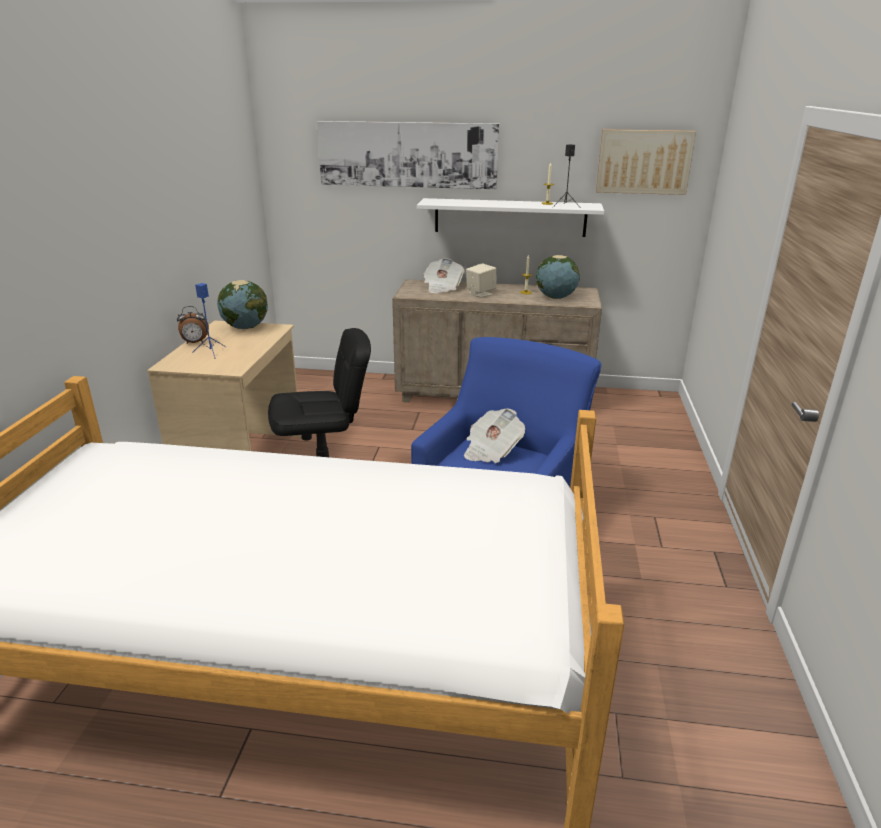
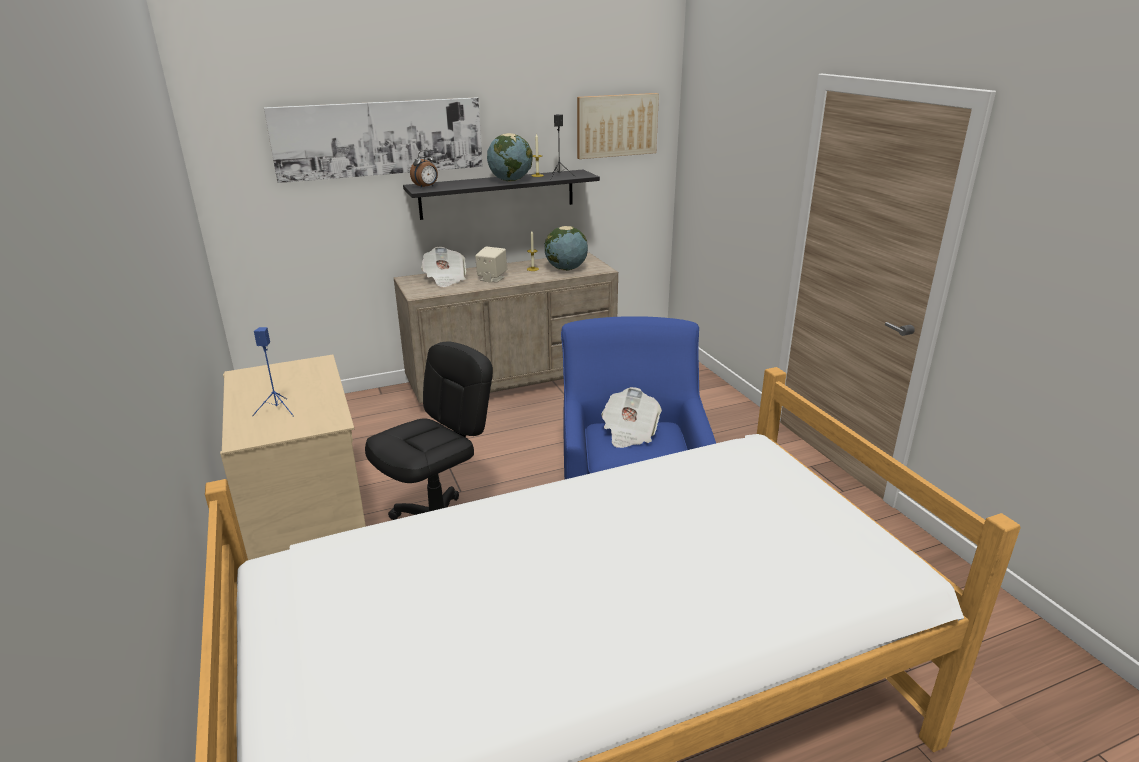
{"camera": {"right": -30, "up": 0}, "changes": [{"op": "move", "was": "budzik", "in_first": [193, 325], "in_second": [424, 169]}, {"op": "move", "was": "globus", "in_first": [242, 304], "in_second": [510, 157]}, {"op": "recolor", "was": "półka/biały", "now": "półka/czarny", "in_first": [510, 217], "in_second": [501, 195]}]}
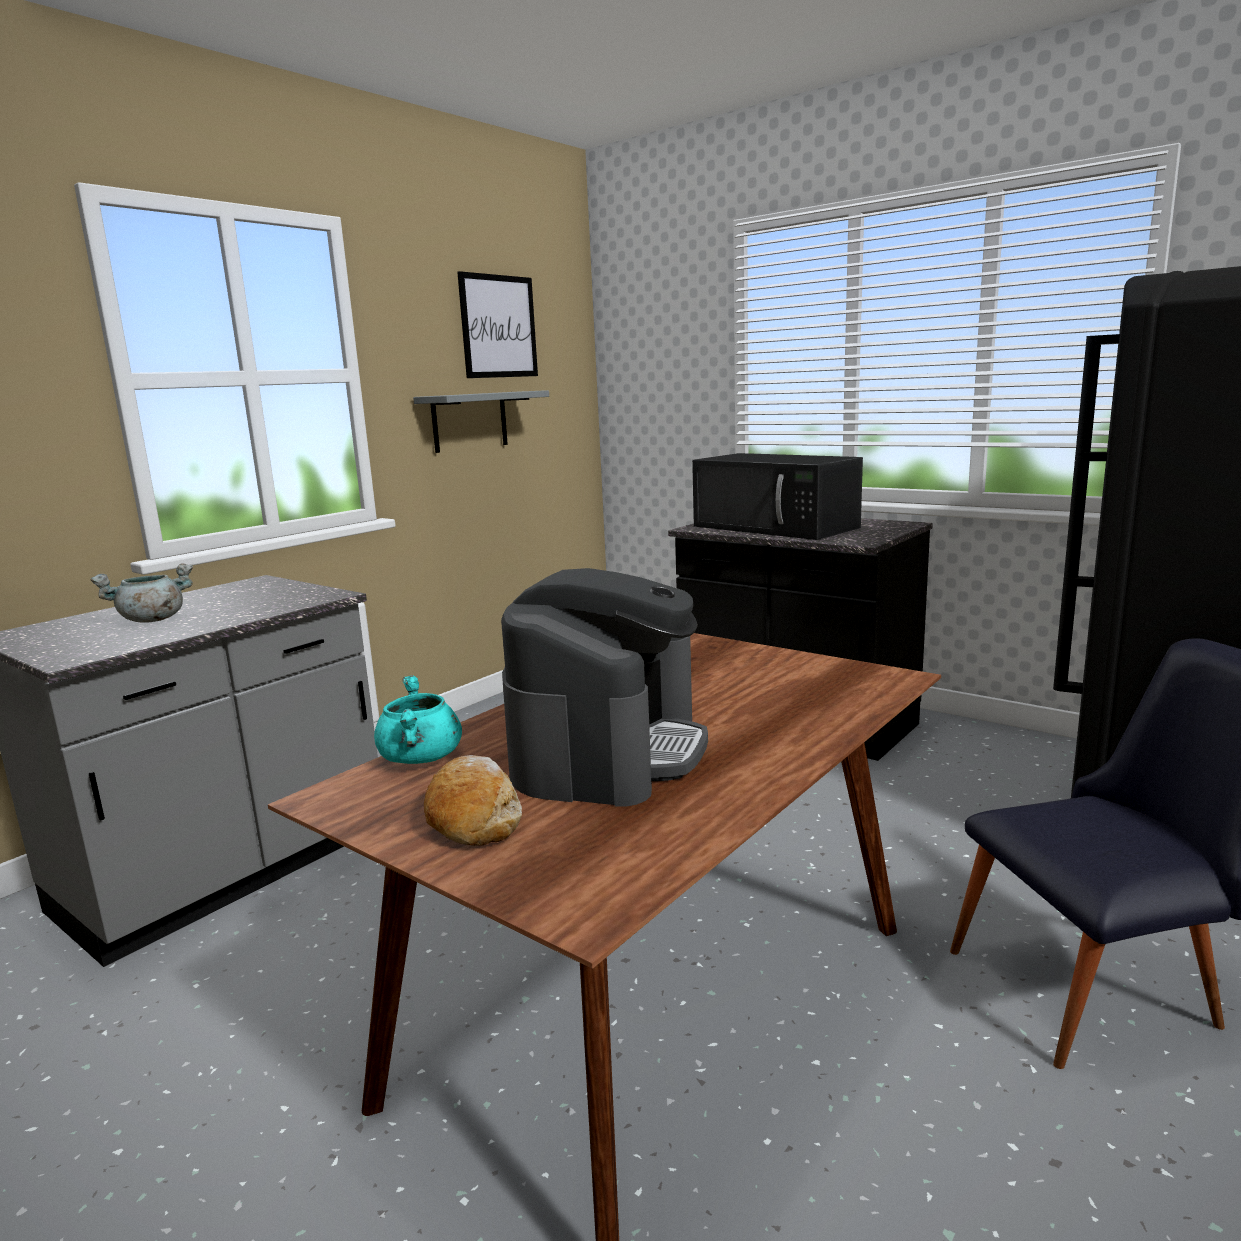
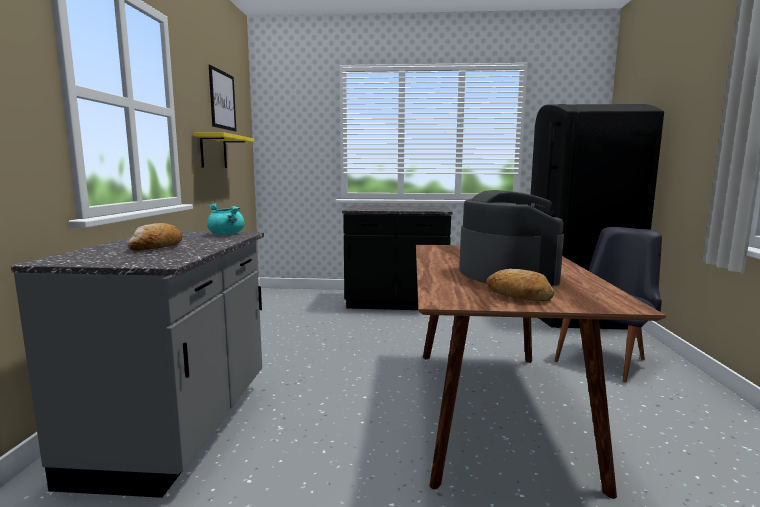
{"camera": {"right": -35, "up": -5}, "changes": [{"op": "delete", "was": "mikrofalówka/czarny", "in_first": [777, 496]}, {"op": "move", "was": "garnek/turkusowy", "in_first": [418, 719], "in_second": [225, 219]}, {"op": "replace", "was": "garnek/szary", "now": "chleb", "in_first": [142, 593], "in_second": [155, 237]}, {"op": "recolor", "was": "półka/szary", "now": "półka/żółty", "in_first": [481, 421], "in_second": [224, 150]}]}
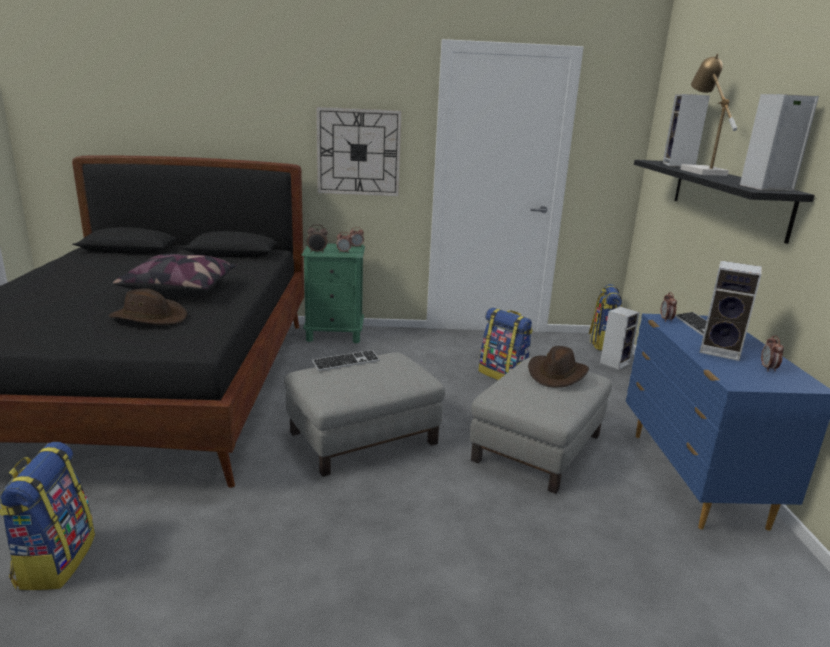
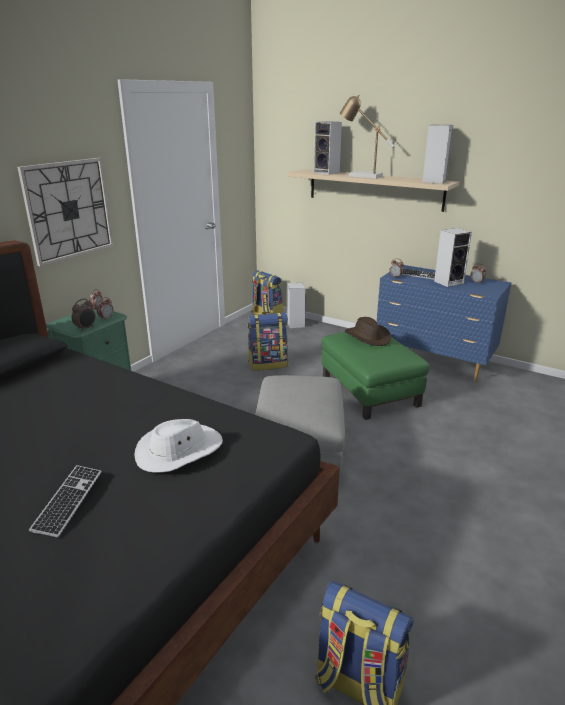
{"camera": {"right": -55, "up": 5}, "changes": [{"op": "delete", "was": "poduszka", "in_first": [175, 275]}, {"op": "move", "was": "klawiatura", "in_first": [346, 360], "in_second": [65, 501]}, {"op": "recolor", "was": "kapelusz/brązowy", "now": "kapelusz/biały", "in_first": [148, 306], "in_second": [179, 445]}, {"op": "recolor", "was": "pufa/szary", "now": "pufa/zielony", "in_first": [541, 425], "in_second": [375, 376]}, {"op": "recolor", "was": "półka/czarny", "now": "półka/beżowy", "in_first": [724, 202], "in_second": [373, 190]}]}
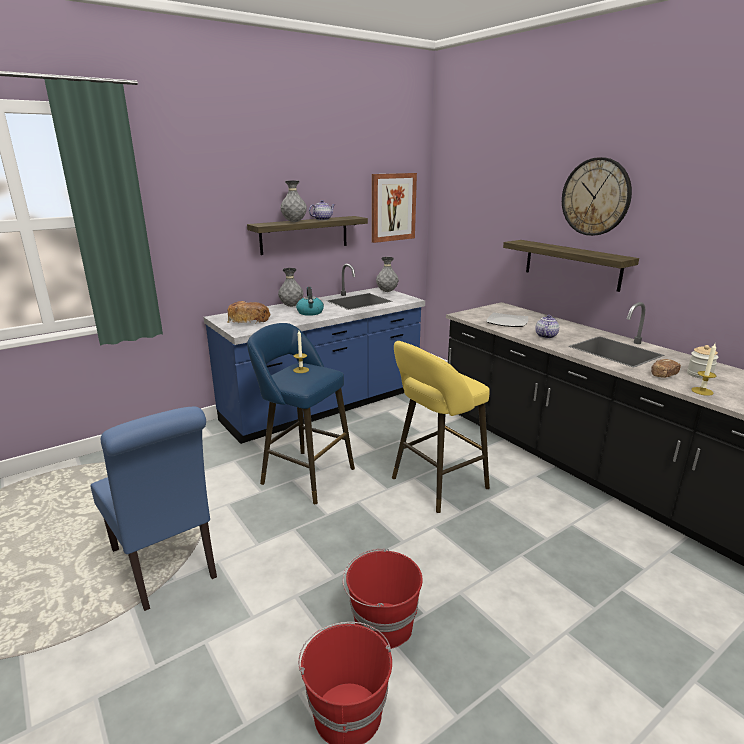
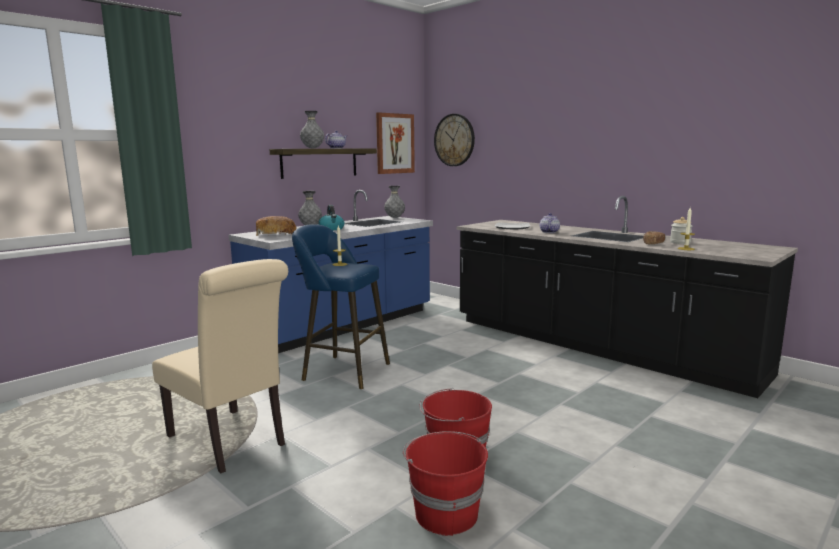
{"camera": {"right": -10, "up": -10}, "changes": [{"op": "delete", "was": "stołek/żółty", "in_first": [441, 427]}, {"op": "delete", "was": "półka", "in_first": [571, 266]}, {"op": "move", "was": "zegar ścienny", "in_first": [597, 196], "in_second": [454, 140]}, {"op": "recolor", "was": "krzesło/niebieski", "now": "krzesło/beżowy", "in_first": [153, 509], "in_second": [220, 366]}]}
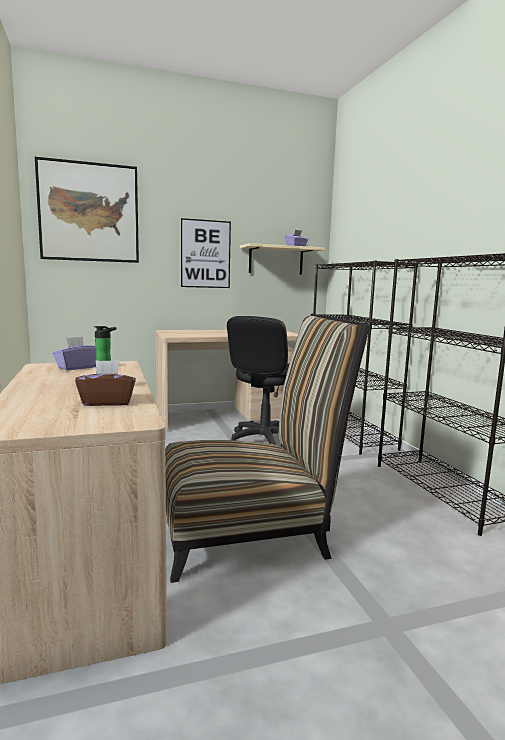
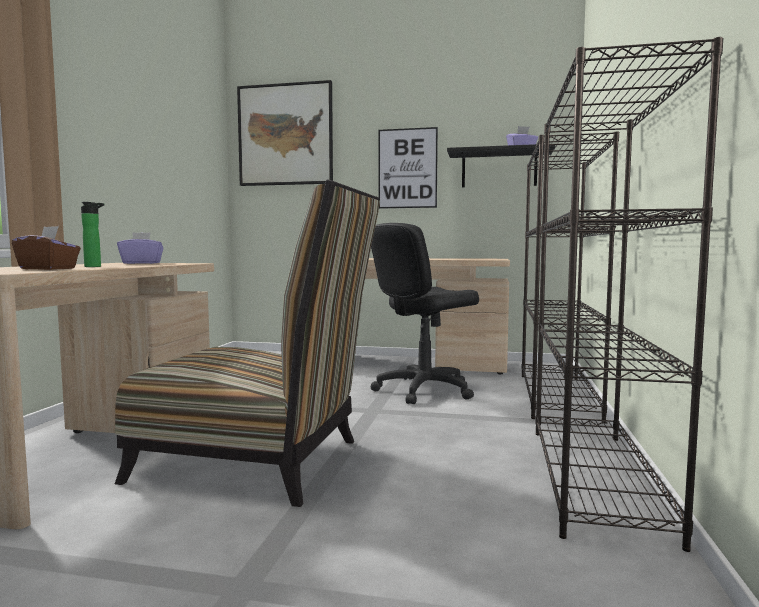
{"camera": {"right": 30, "up": -5}, "changes": [{"op": "recolor", "was": "półka/beżowy", "now": "półka/czarny", "in_first": [282, 259], "in_second": [501, 166]}]}
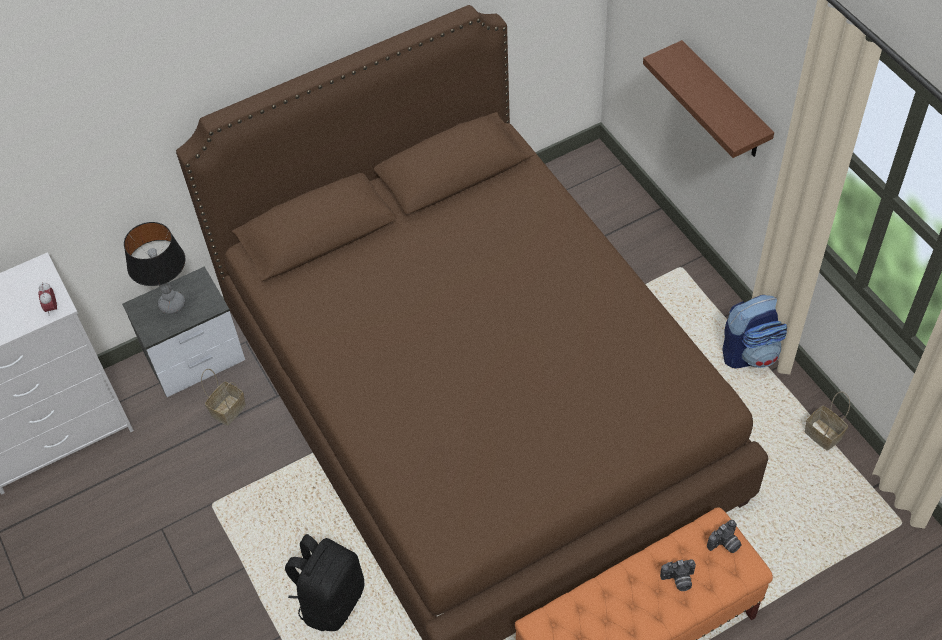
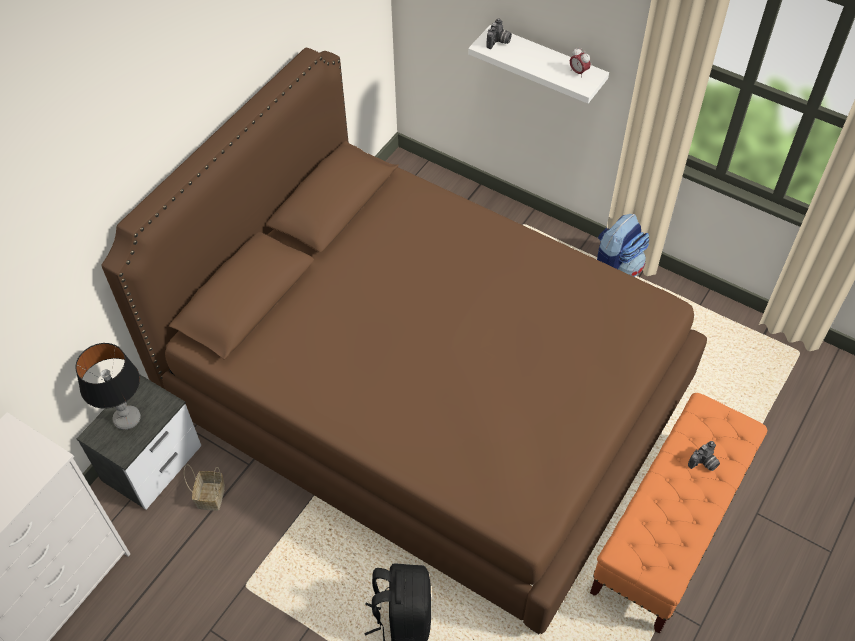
{"camera": {"right": -30, "up": 0}, "changes": [{"op": "delete", "was": "koszyk", "in_first": [827, 421]}, {"op": "move", "was": "budzik", "in_first": [48, 298], "in_second": [580, 63]}, {"op": "move", "was": "aparat fotograficzny", "in_first": [724, 536], "in_second": [499, 34]}, {"op": "recolor", "was": "półka/brązowy", "now": "półka/biały", "in_first": [708, 99], "in_second": [538, 64]}]}
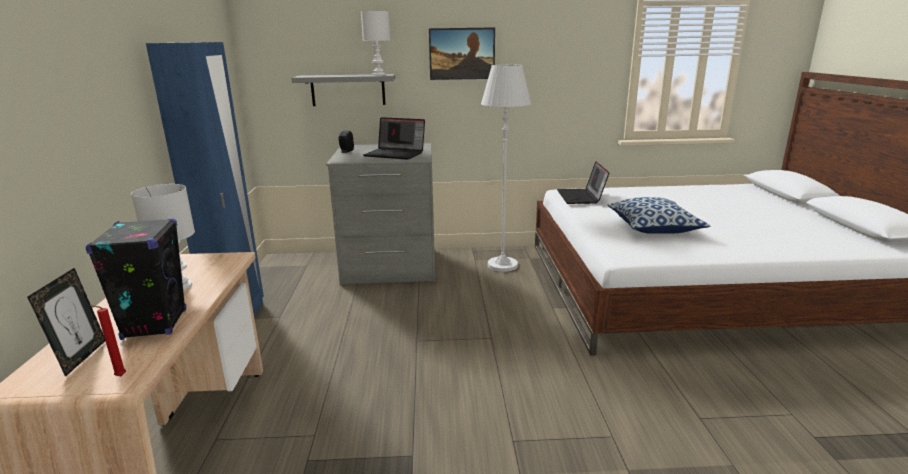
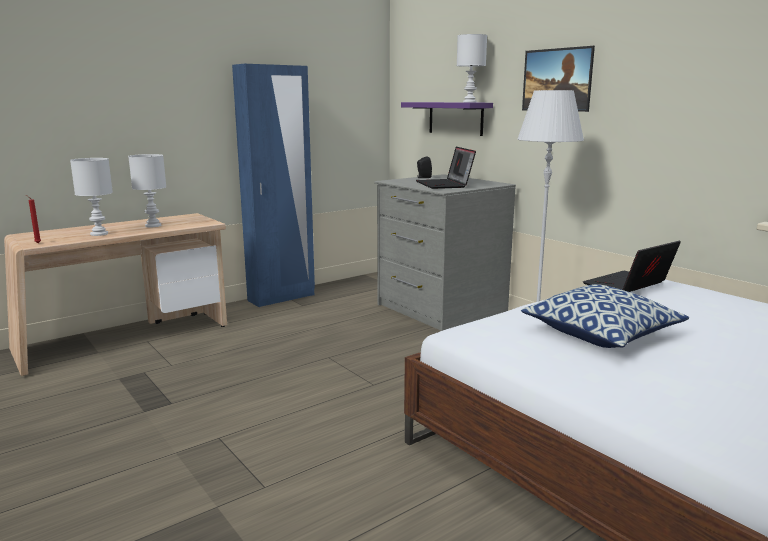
{"camera": {"right": 55, "up": -5}, "changes": [{"op": "delete", "was": "ramka na zdjęcie", "in_first": [66, 322]}, {"op": "replace", "was": "głośnik/czarny", "now": "lampa stołowa/biały", "in_first": [136, 279], "in_second": [91, 197]}, {"op": "recolor", "was": "półka/szary", "now": "półka/fioletowy", "in_first": [343, 90], "in_second": [447, 119]}]}
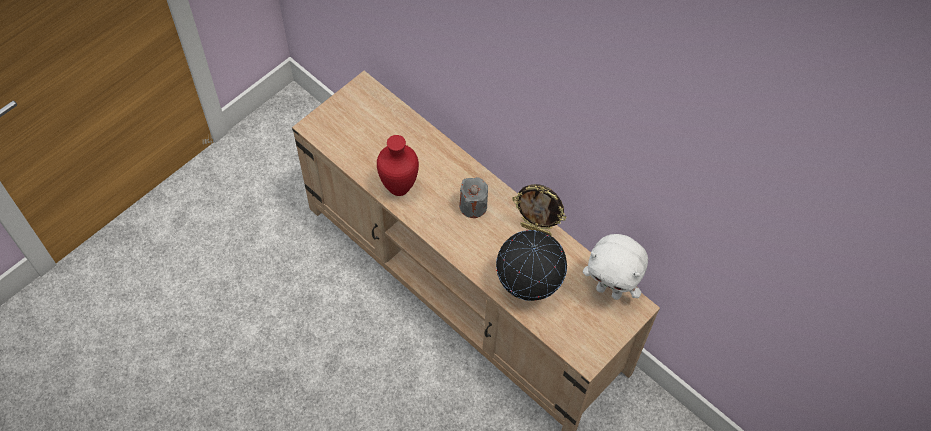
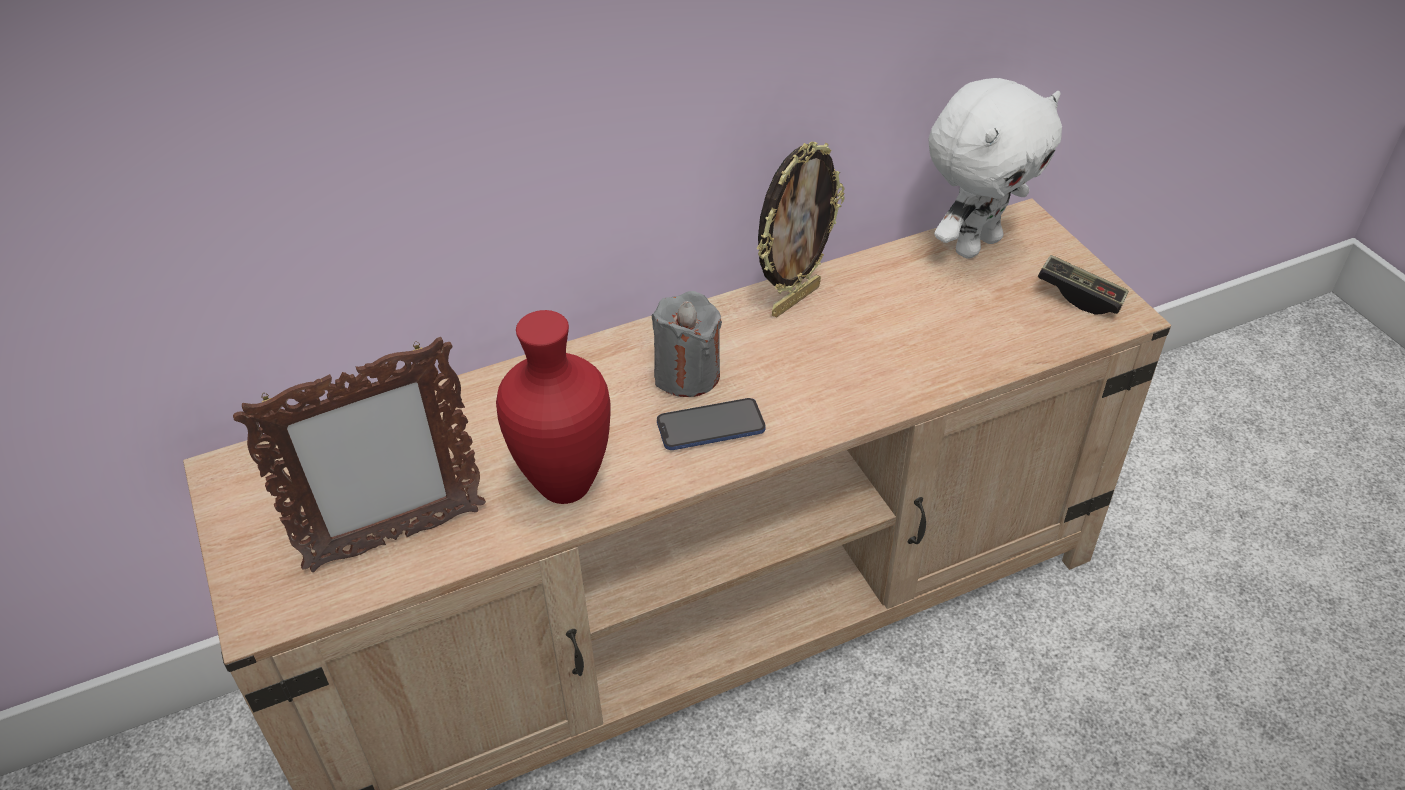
{"camera": {"right": -65, "up": -15}, "changes": [{"op": "delete", "was": "globus", "in_first": [531, 265]}, {"op": "insert", "now": "ramka na zdjęcie", "in_second": [359, 454]}, {"op": "insert", "now": "telefon", "in_second": [711, 424]}, {"op": "insert", "now": "pad do gier", "in_second": [1083, 285]}]}
